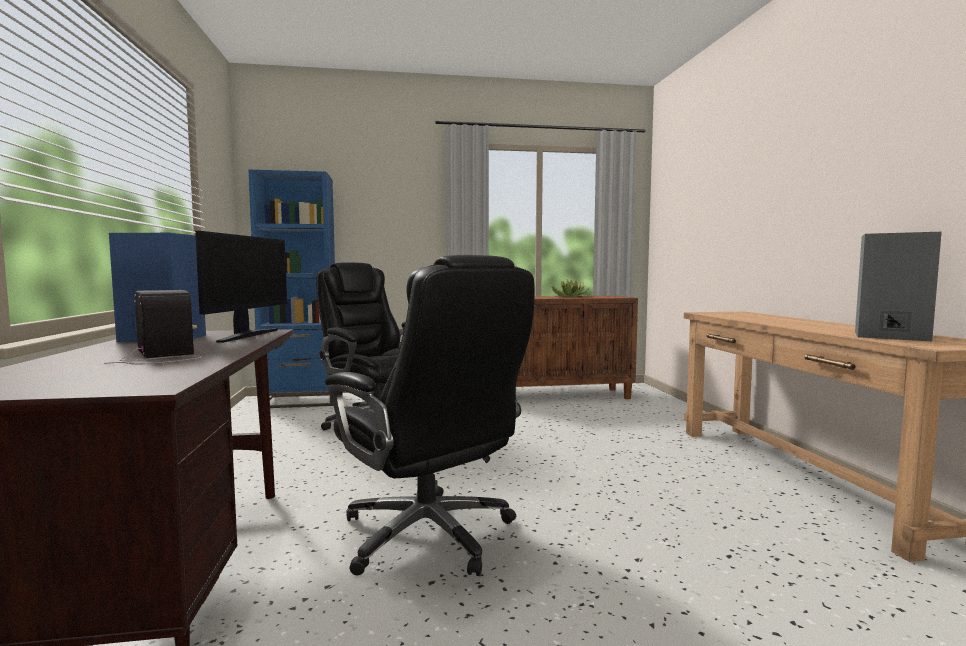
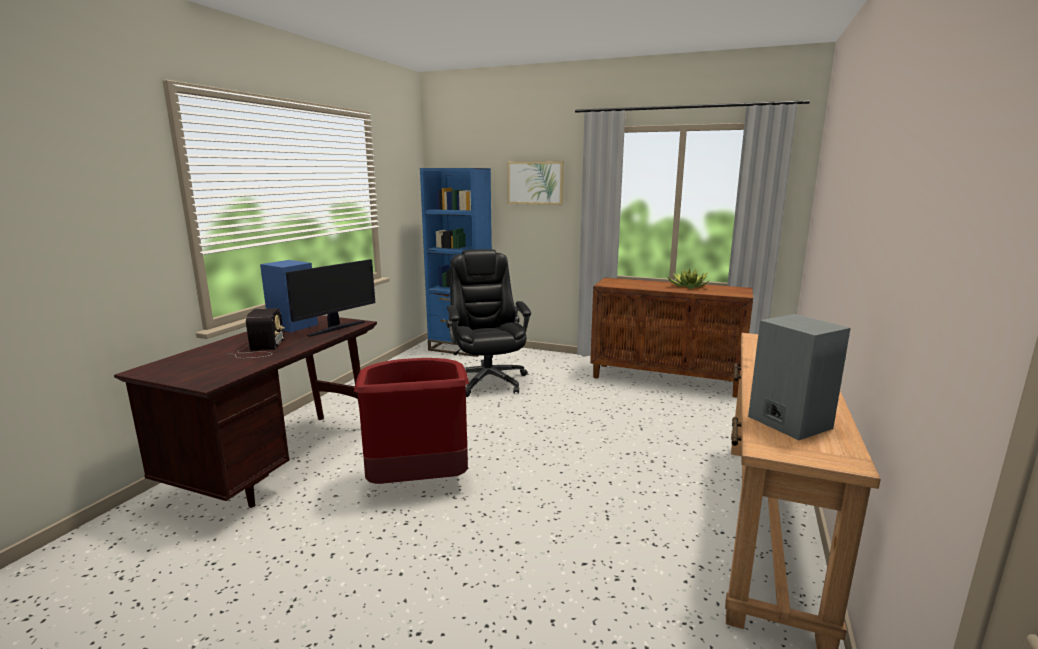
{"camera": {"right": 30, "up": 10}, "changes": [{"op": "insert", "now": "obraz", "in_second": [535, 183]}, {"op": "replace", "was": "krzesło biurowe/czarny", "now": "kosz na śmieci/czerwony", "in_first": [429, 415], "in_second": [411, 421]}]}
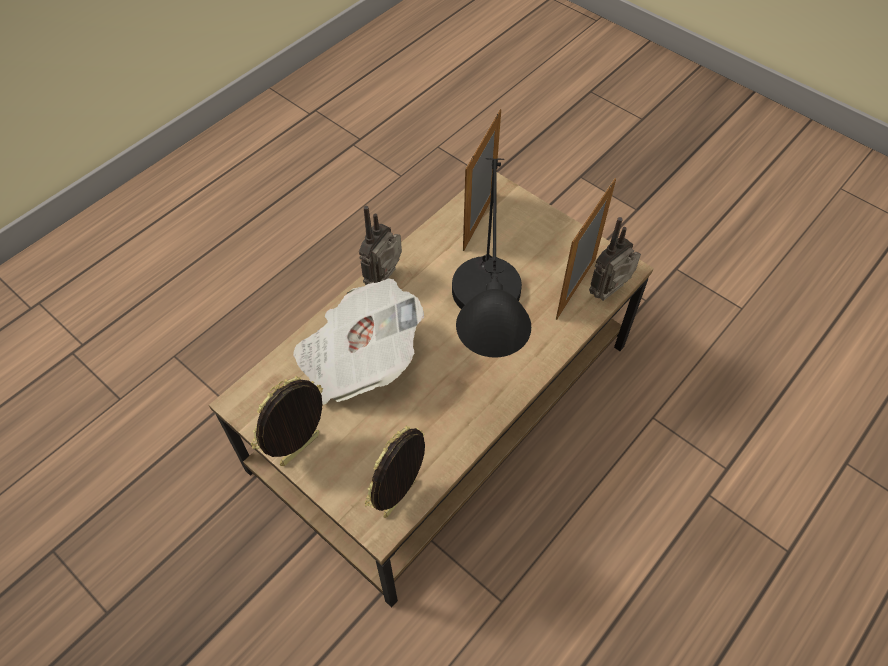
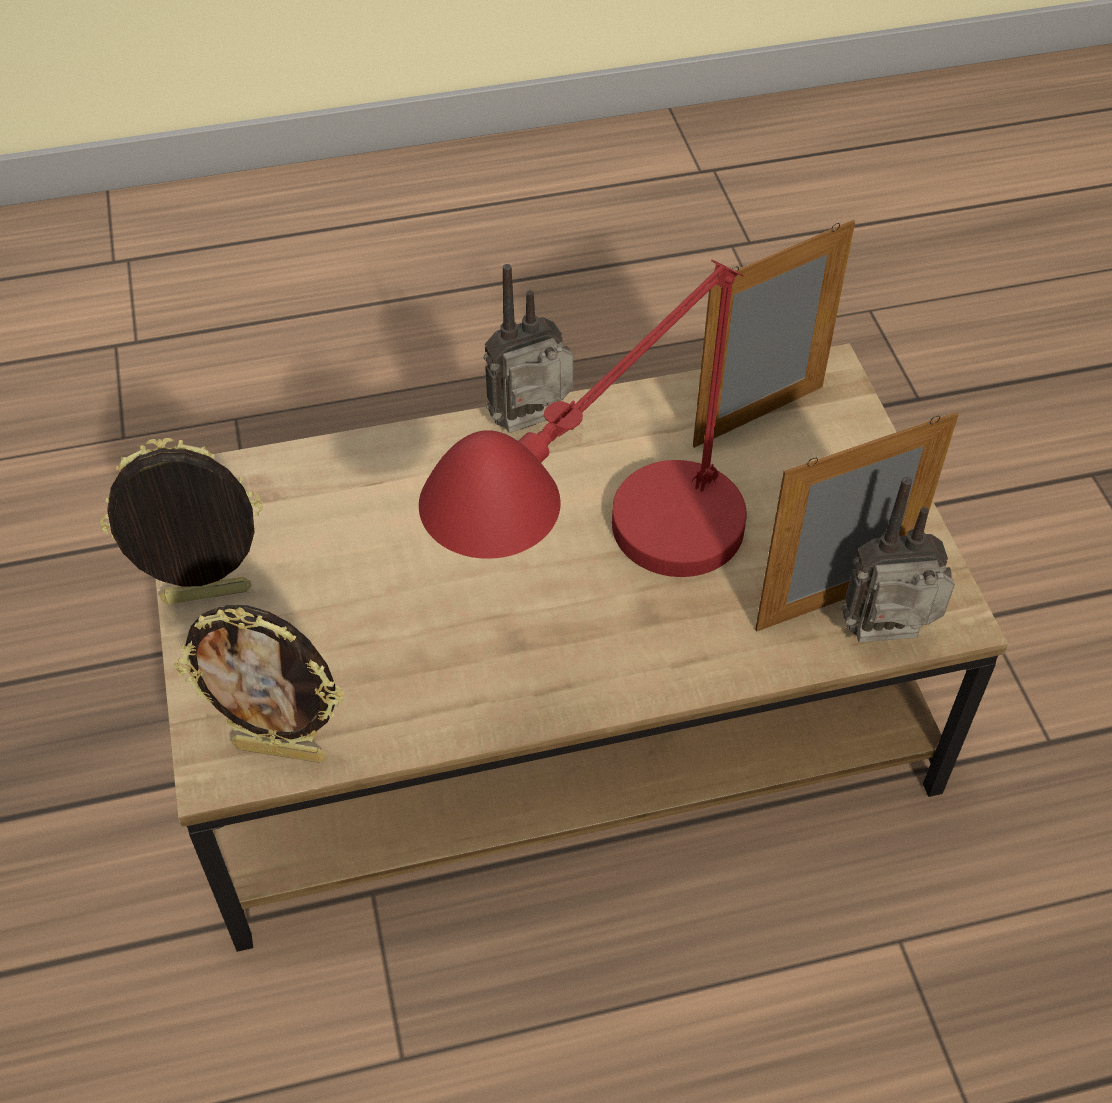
{"camera": {"right": 35, "up": -5}, "changes": [{"op": "delete", "was": "gazeta", "in_first": [358, 341]}, {"op": "recolor", "was": "lampa stołowa/czarny", "now": "lampa stołowa/czerwony", "in_first": [491, 257], "in_second": [583, 418]}, {"op": "rotate", "was": "ramka na zdjęcie", "in_first": [395, 472], "in_second": [259, 684], "clockwise": -150}]}
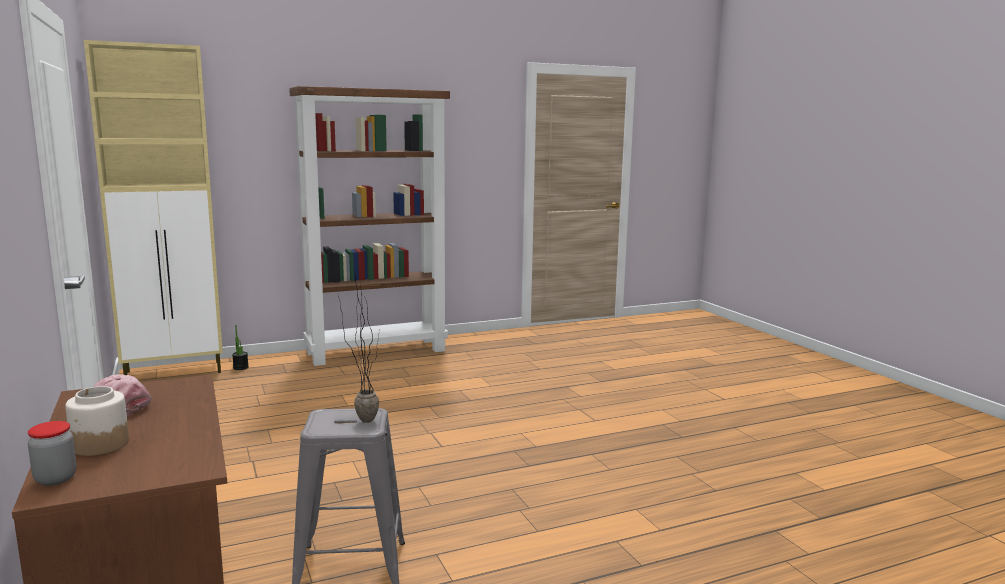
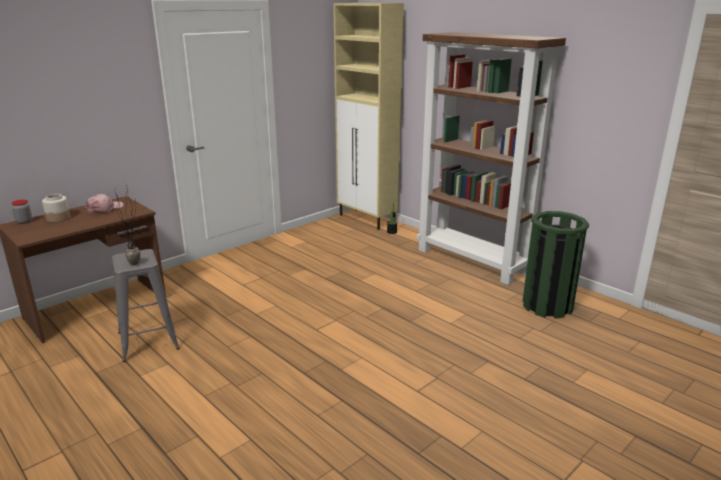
{"camera": {"right": 70, "up": 10}, "changes": [{"op": "insert", "now": "kosz na śmieci/zielony", "in_second": [555, 265]}]}
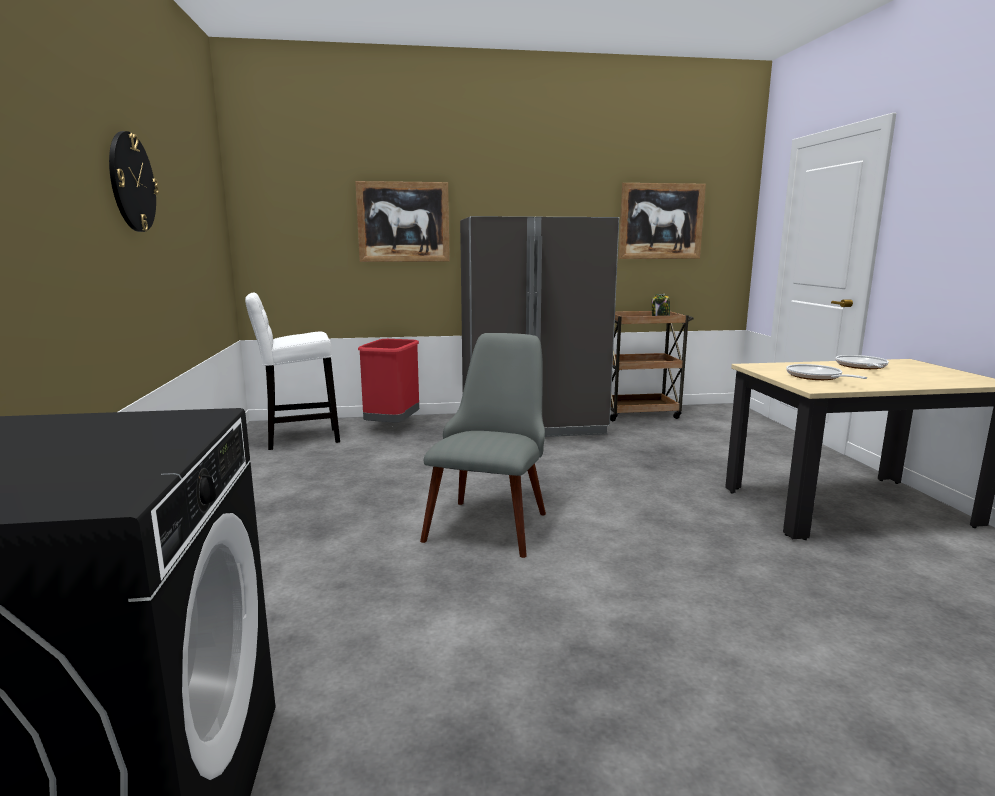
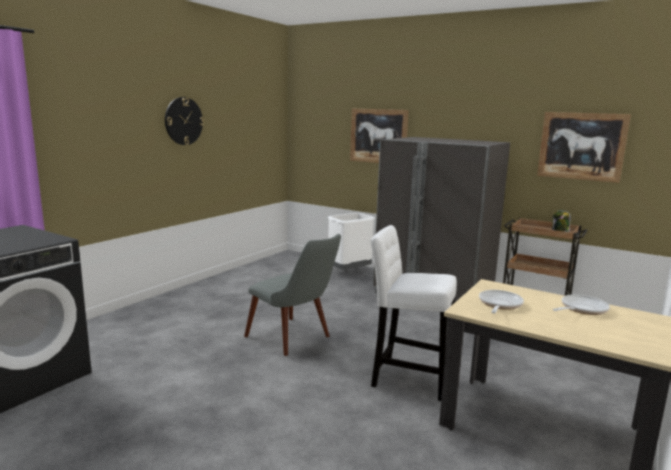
{"camera": {"right": 40, "up": 0}, "changes": [{"op": "move", "was": "stołek/biały", "in_first": [292, 371], "in_second": [414, 313]}, {"op": "recolor", "was": "kosz na śmieci/czerwony", "now": "kosz na śmieci/biały", "in_first": [388, 381], "in_second": [351, 241]}, {"op": "rotate", "was": "krzesło/szary", "in_first": [483, 445], "in_second": [292, 295], "clockwise": 75}]}
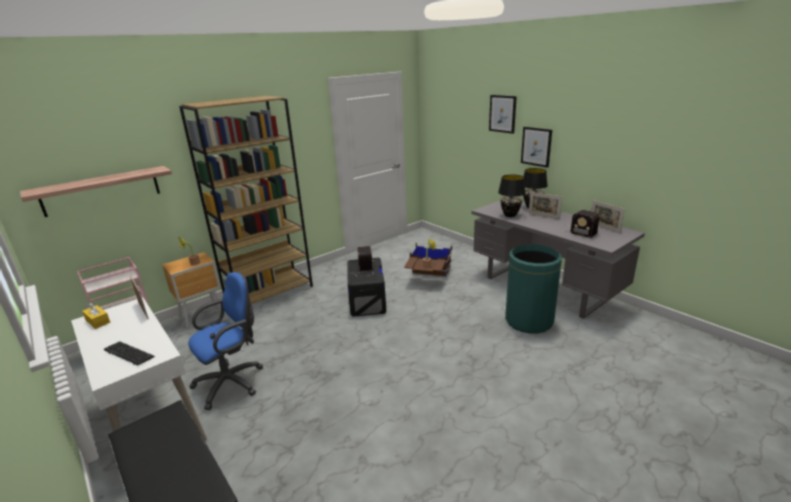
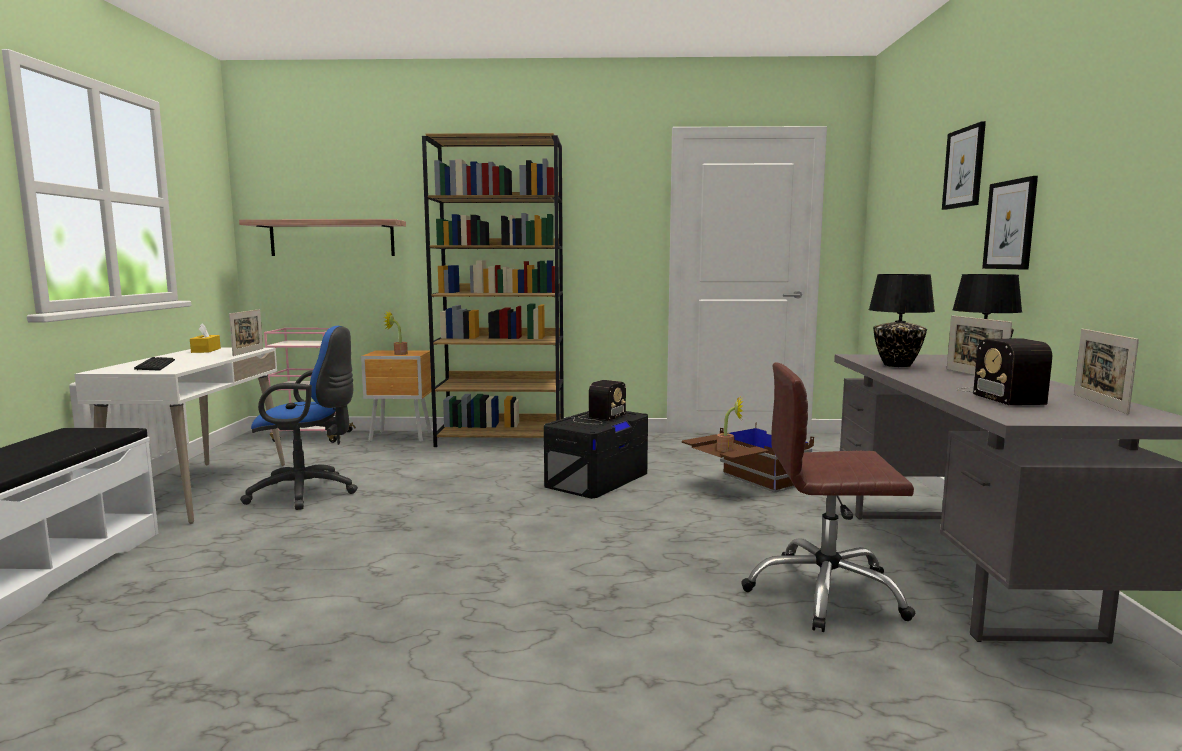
{"camera": {"right": 40, "up": -15}, "changes": [{"op": "replace", "was": "kosz na śmieci/zielony", "now": "krzesło biurowe/brązowy", "in_first": [533, 289], "in_second": [828, 497]}]}
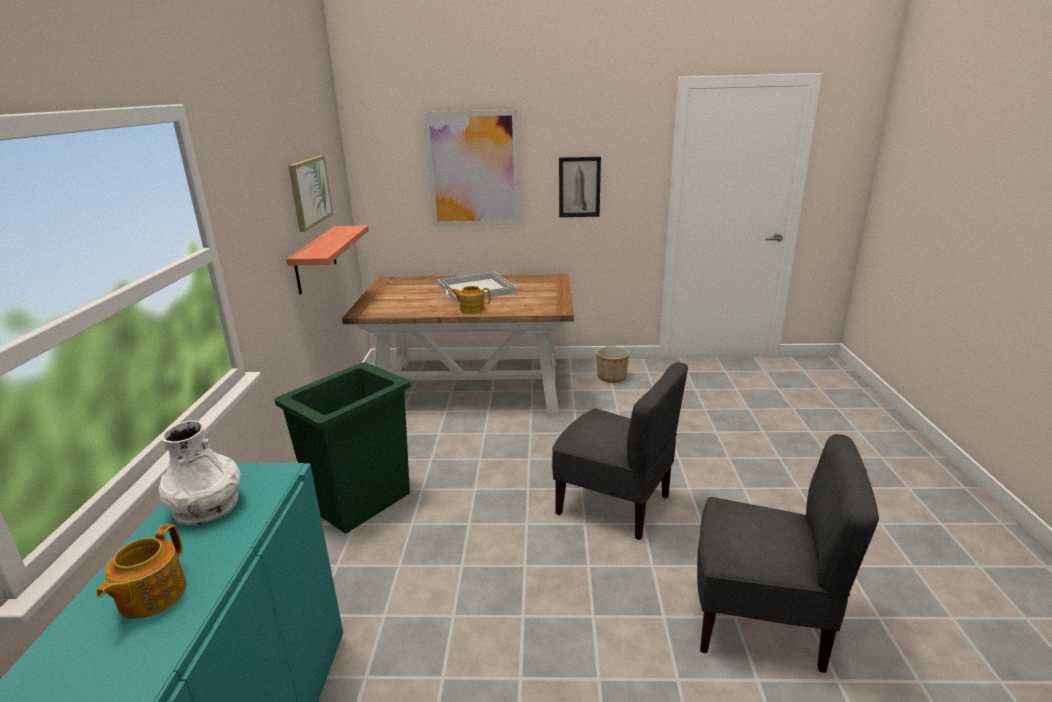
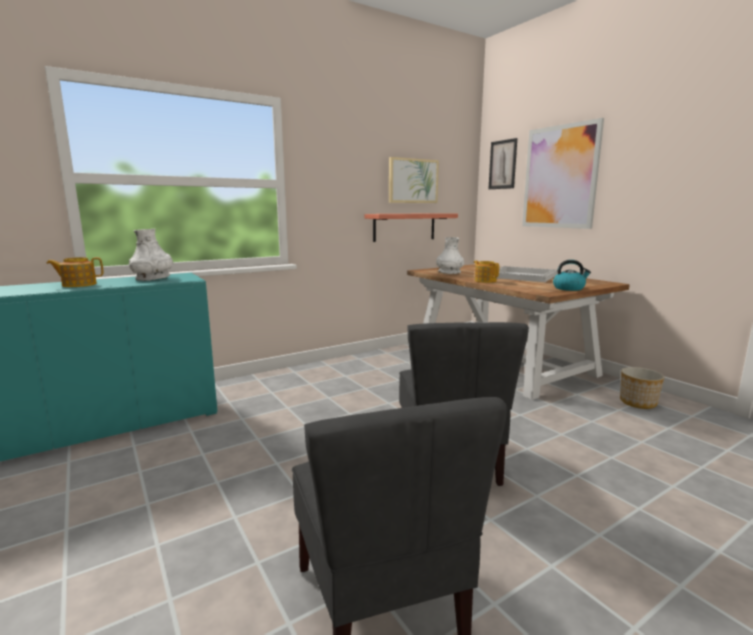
{"camera": {"right": 55, "up": -10}, "changes": [{"op": "delete", "was": "kosz na śmieci/zielony", "in_first": [342, 448]}, {"op": "insert", "now": "wazon/biały", "in_second": [450, 255]}, {"op": "insert", "now": "czajnik", "in_second": [572, 275]}, {"op": "move", "was": "obraz", "in_first": [580, 187], "in_second": [503, 163]}]}
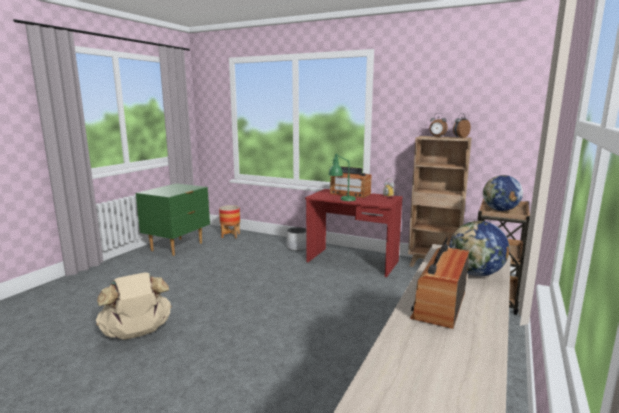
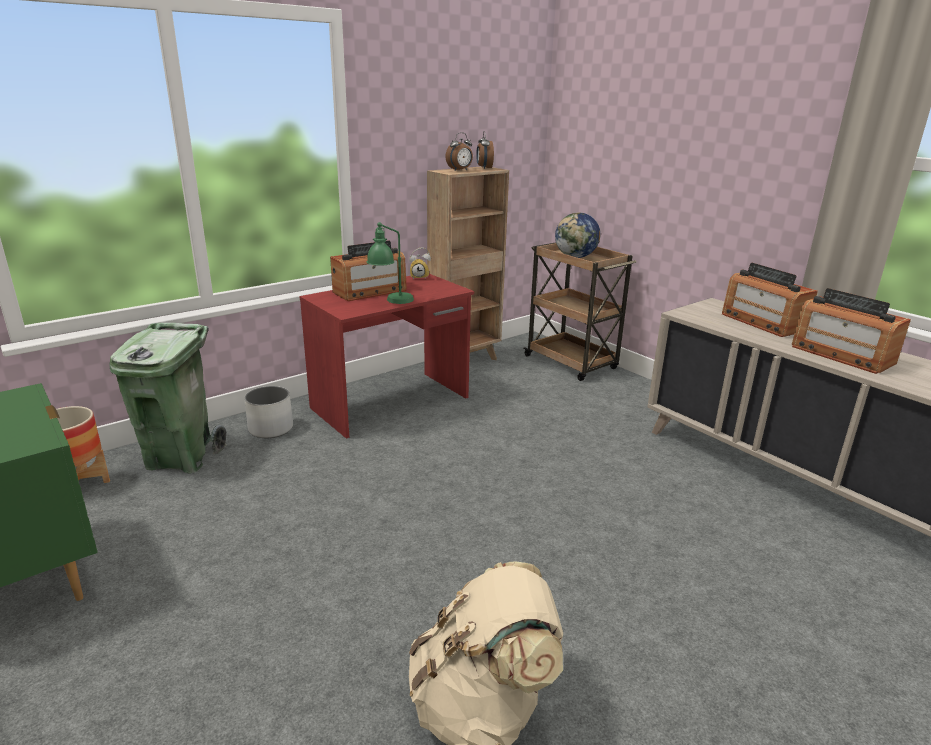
{"camera": {"right": -65, "up": 10}, "changes": [{"op": "insert", "now": "kosz na śmieci/zielony", "in_second": [168, 398]}, {"op": "replace", "was": "globus", "now": "radio", "in_first": [479, 248], "in_second": [770, 300]}]}
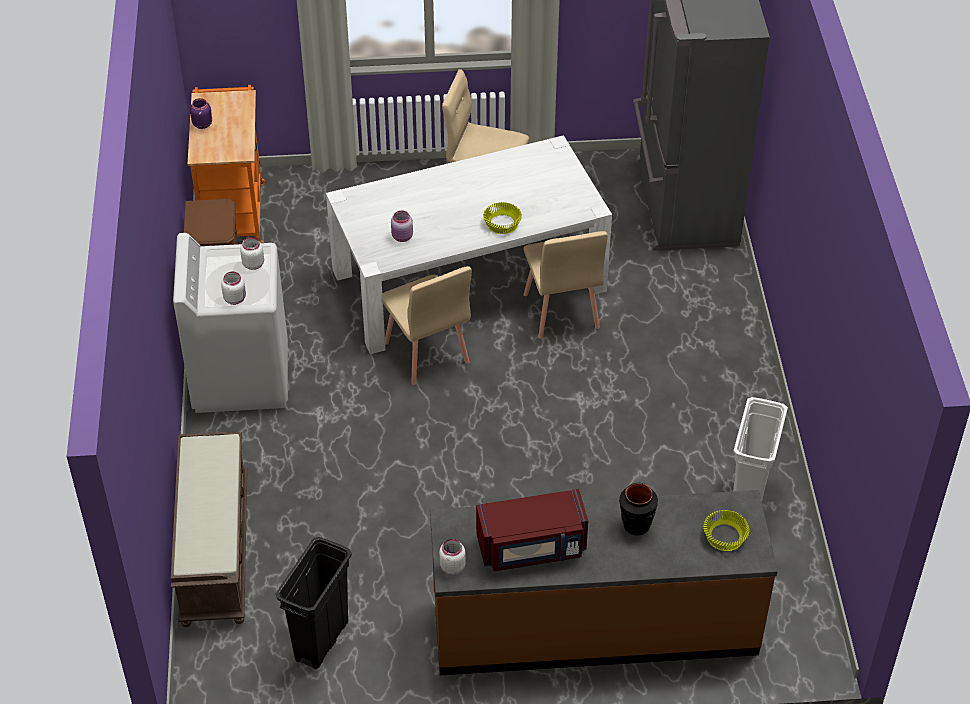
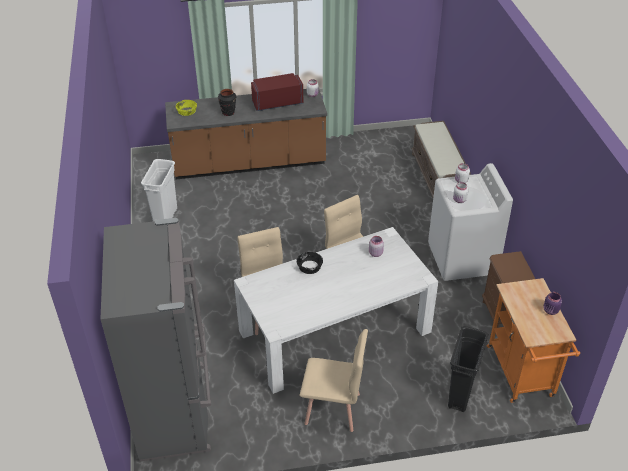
{"camera": {"right": 175, "up": -5}, "changes": [{"op": "move", "was": "kosz na śmieci/czarny", "in_first": [314, 603], "in_second": [468, 369]}, {"op": "recolor", "was": "miska/żółty", "now": "miska/czarny", "in_first": [502, 218], "in_second": [309, 263]}]}
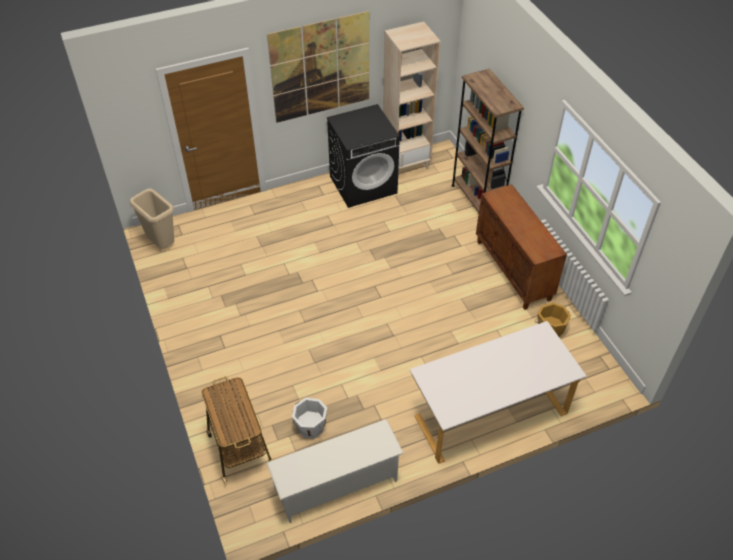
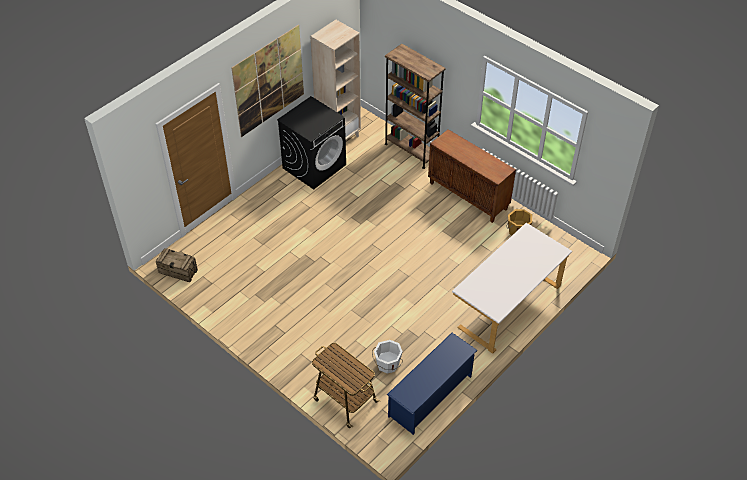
{"camera": {"right": -25, "up": 0}, "changes": [{"op": "replace", "was": "kosz na śmieci/beżowy", "now": "skrzynka", "in_first": [152, 218], "in_second": [177, 265]}, {"op": "recolor", "was": "regał na buty/biały", "now": "regał na buty/niebieski", "in_first": [335, 471], "in_second": [432, 384]}]}
